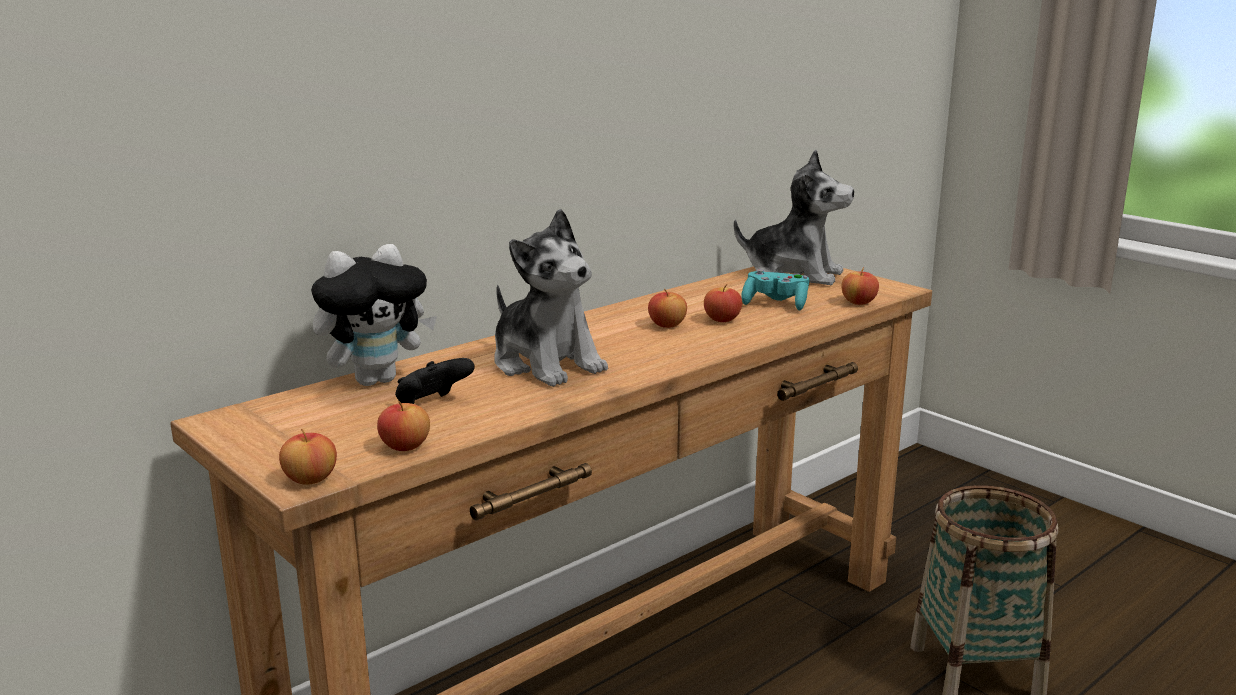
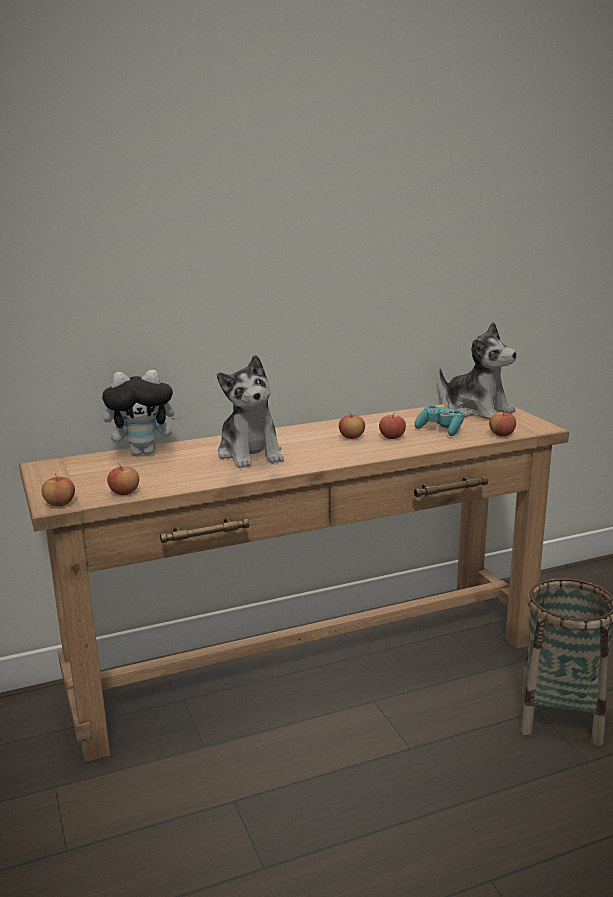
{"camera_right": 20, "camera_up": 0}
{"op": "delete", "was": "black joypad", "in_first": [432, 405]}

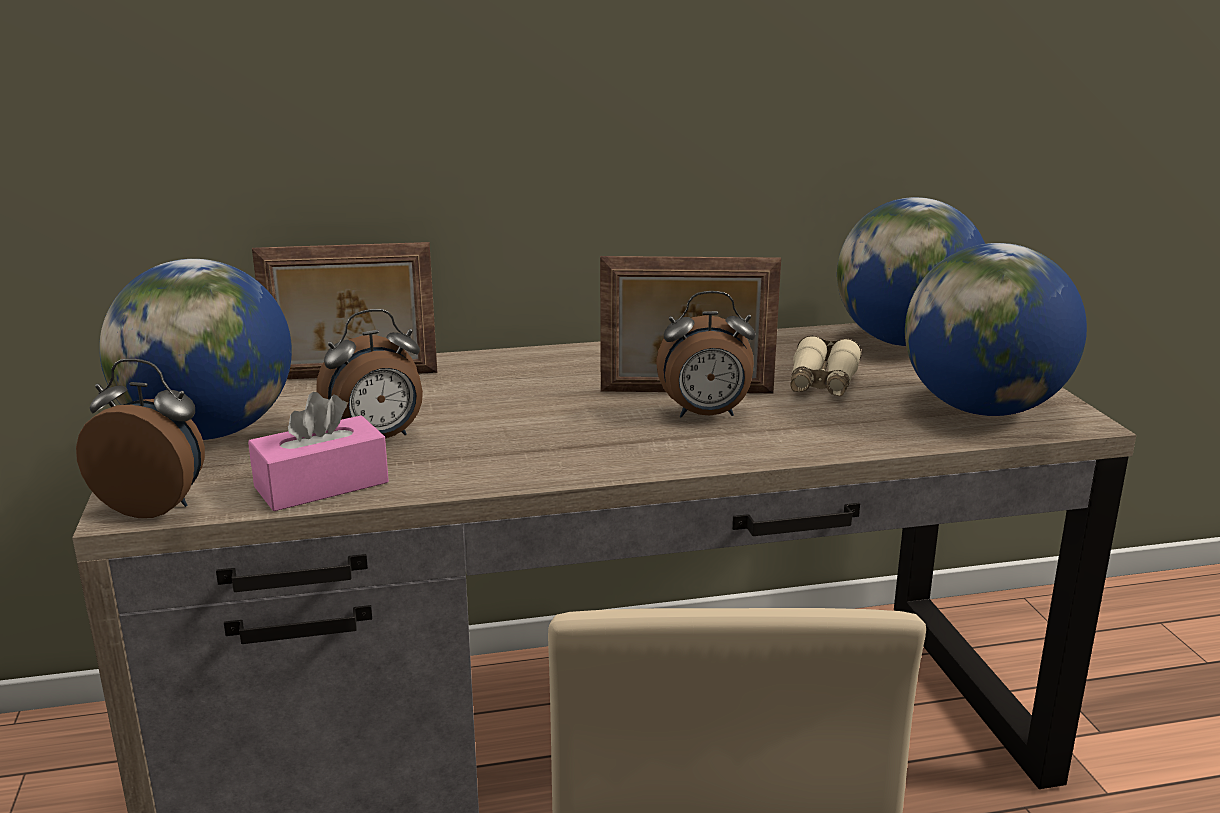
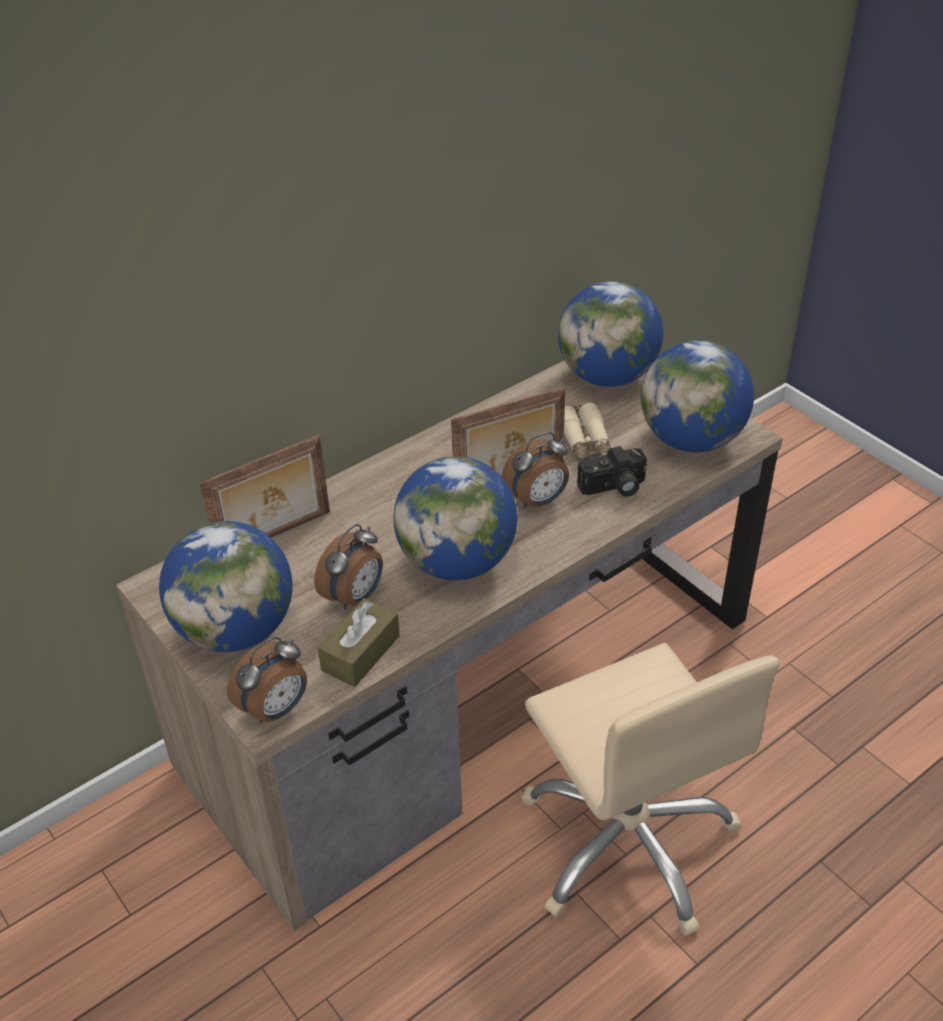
{"camera_right": -25, "camera_up": 20}
{"op": "rotate", "was": "bedside clock", "in_first": [156, 505], "in_second": [276, 709], "clockwise": 150}
{"op": "recolor", "was": "pink-coloured box of tissues", "now": "brown-coloured box of tissues", "in_first": [321, 485], "in_second": [360, 653]}
{"op": "insert", "now": "globe", "in_second": [457, 561]}
{"op": "insert", "now": "still camera", "in_second": [613, 487]}

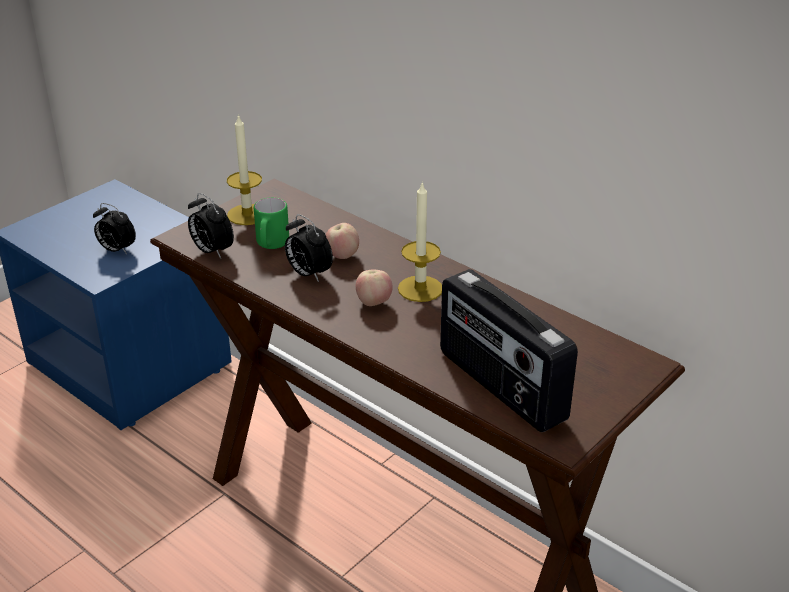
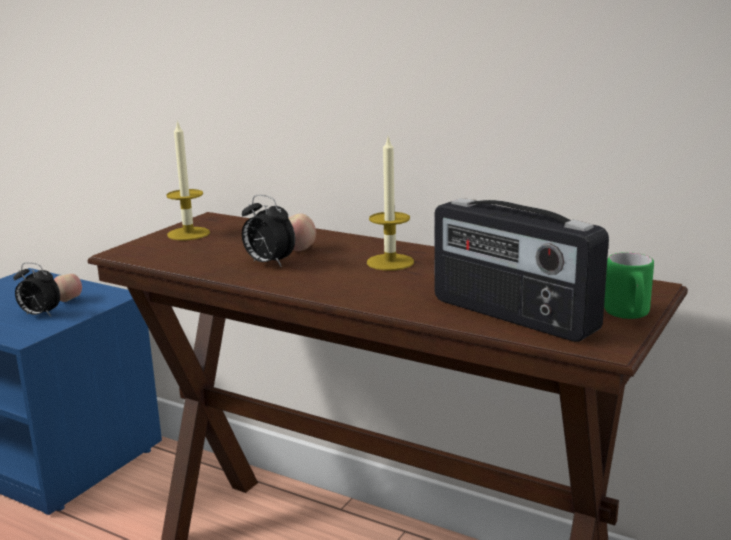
{"camera_right": -10, "camera_up": -15}
{"op": "delete", "was": "bedside clock", "in_first": [212, 251]}
{"op": "move", "was": "greenish mug", "in_first": [271, 245], "in_second": [628, 315]}
{"op": "move", "was": "whole apple", "in_first": [374, 303], "in_second": [69, 301]}

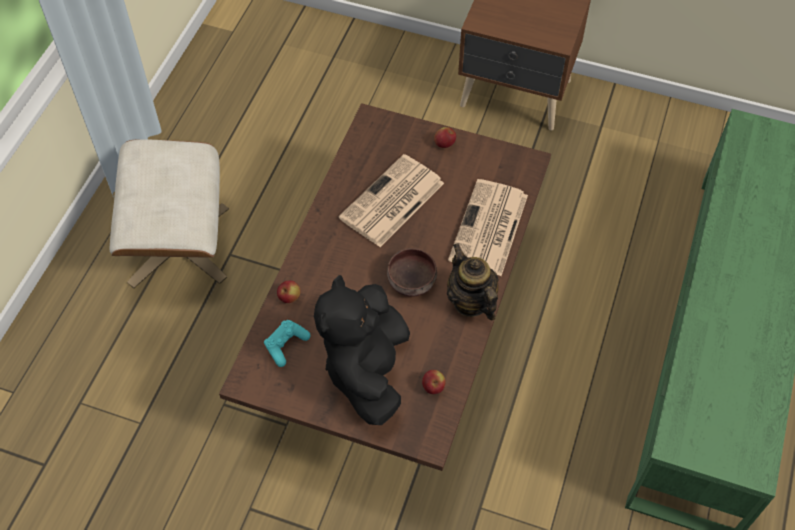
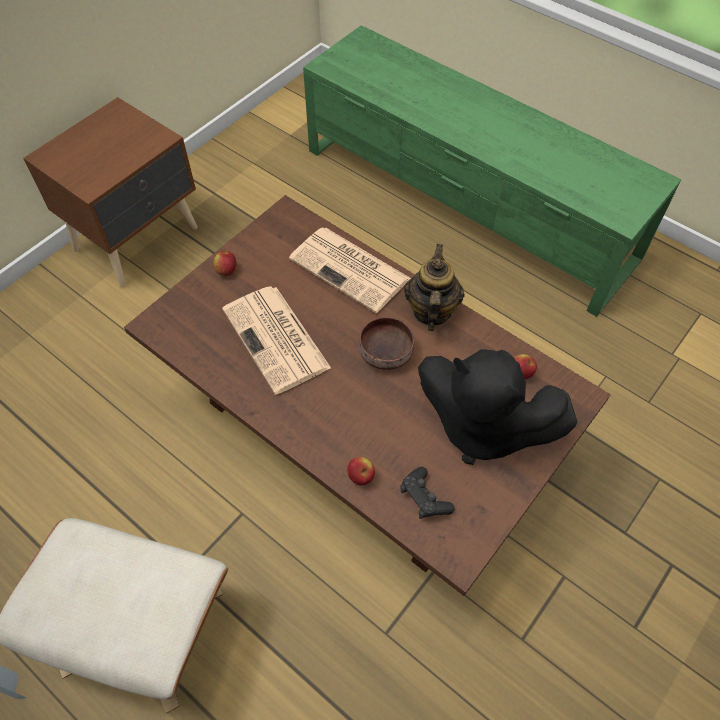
{"camera_right": -70, "camera_up": 0}
{"op": "recolor", "was": "turquoise-coloured joypad", "now": "black joypad", "in_first": [286, 345], "in_second": [424, 498]}
{"op": "rotate", "was": "teapot", "in_first": [470, 301], "in_second": [431, 311], "clockwise": 105}

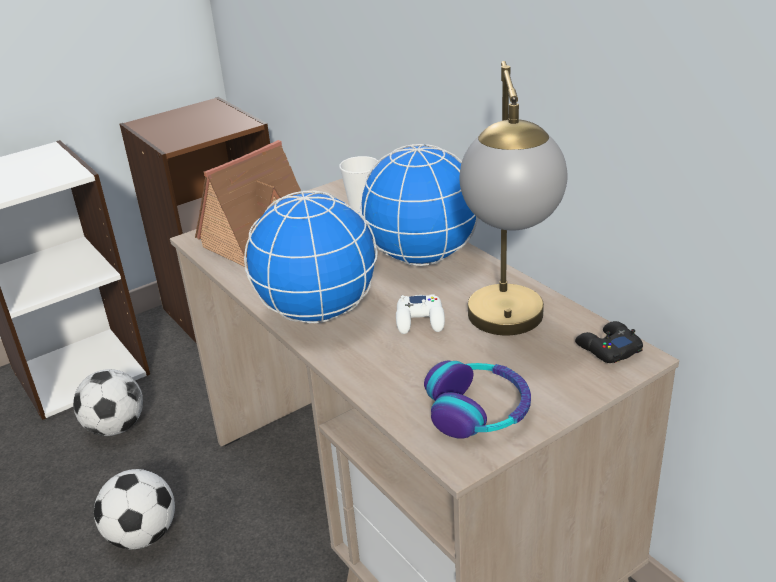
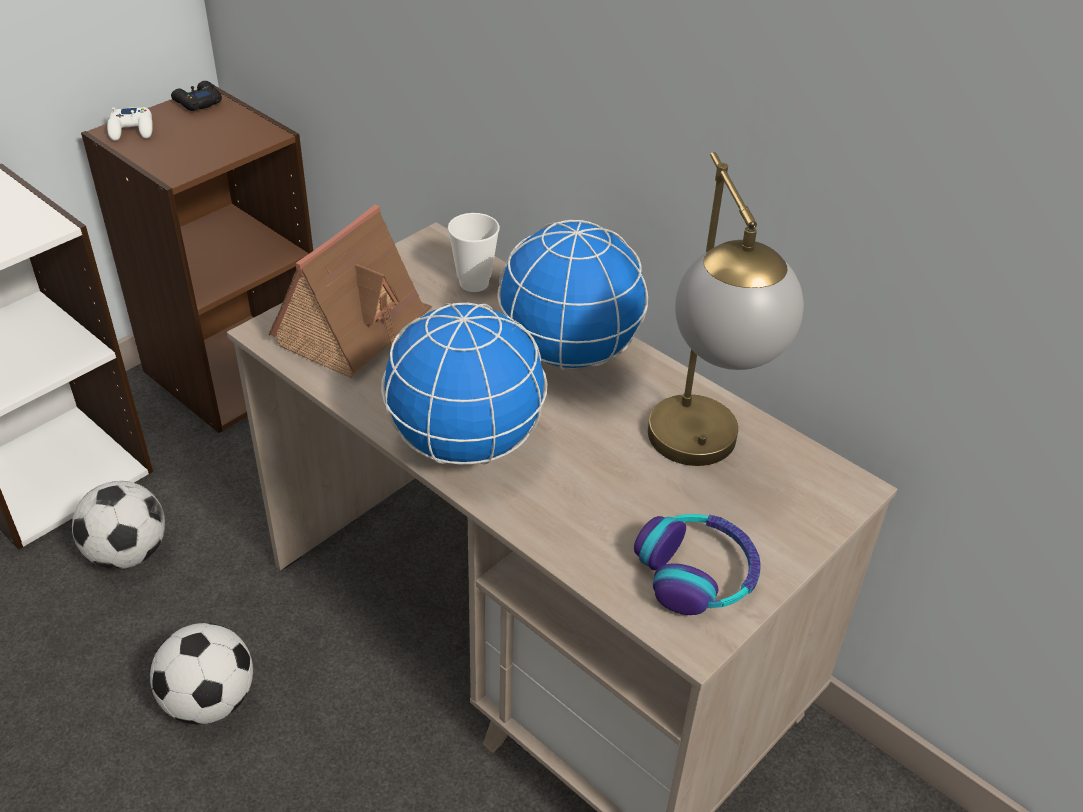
{"camera_right": -15, "camera_up": 10}
{"op": "move", "was": "whitish joypad", "in_first": [420, 320], "in_second": [132, 130]}
{"op": "move", "was": "black joypad", "in_first": [608, 348], "in_second": [197, 102]}

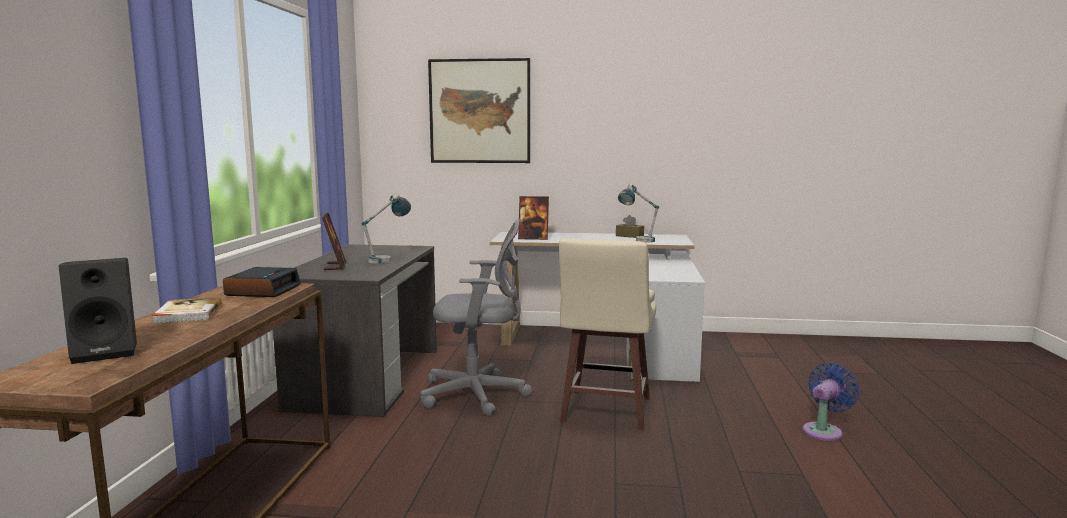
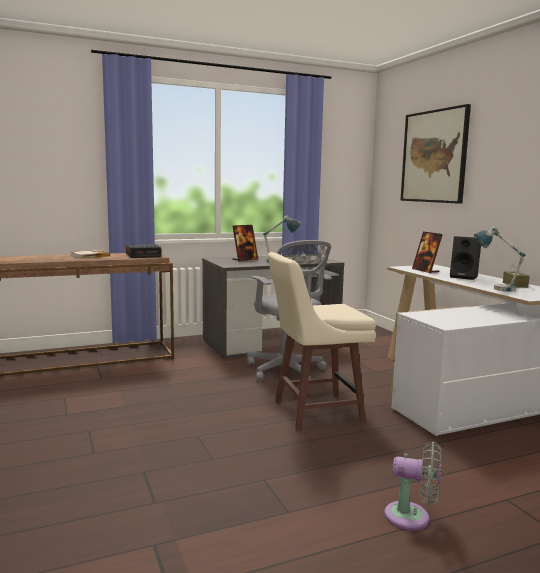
{"camera_right": 60, "camera_up": 0}
{"op": "move", "was": "black loudspeaker", "in_first": [107, 352], "in_second": [464, 277]}
{"op": "recolor", "was": "bluish electric fan", "now": "greyish electric fan", "in_first": [824, 431], "in_second": [412, 517]}

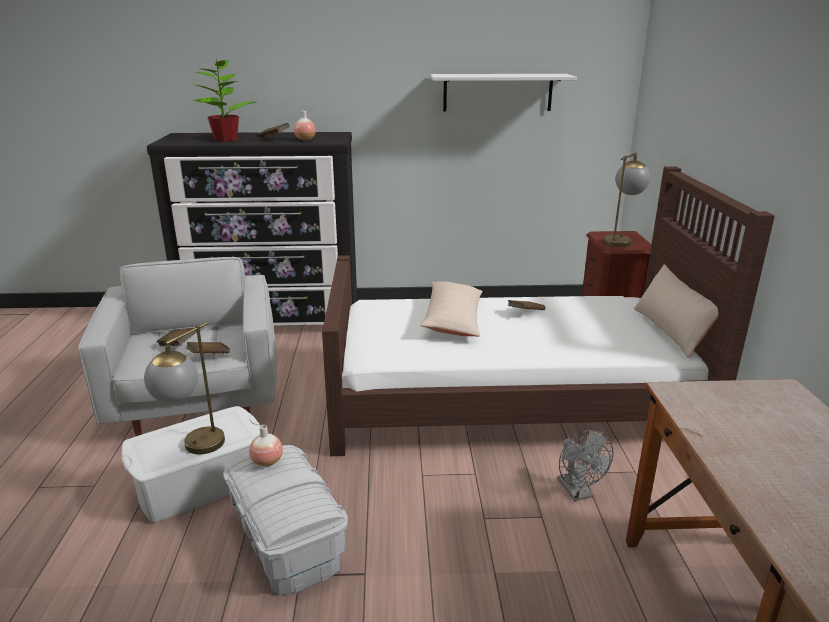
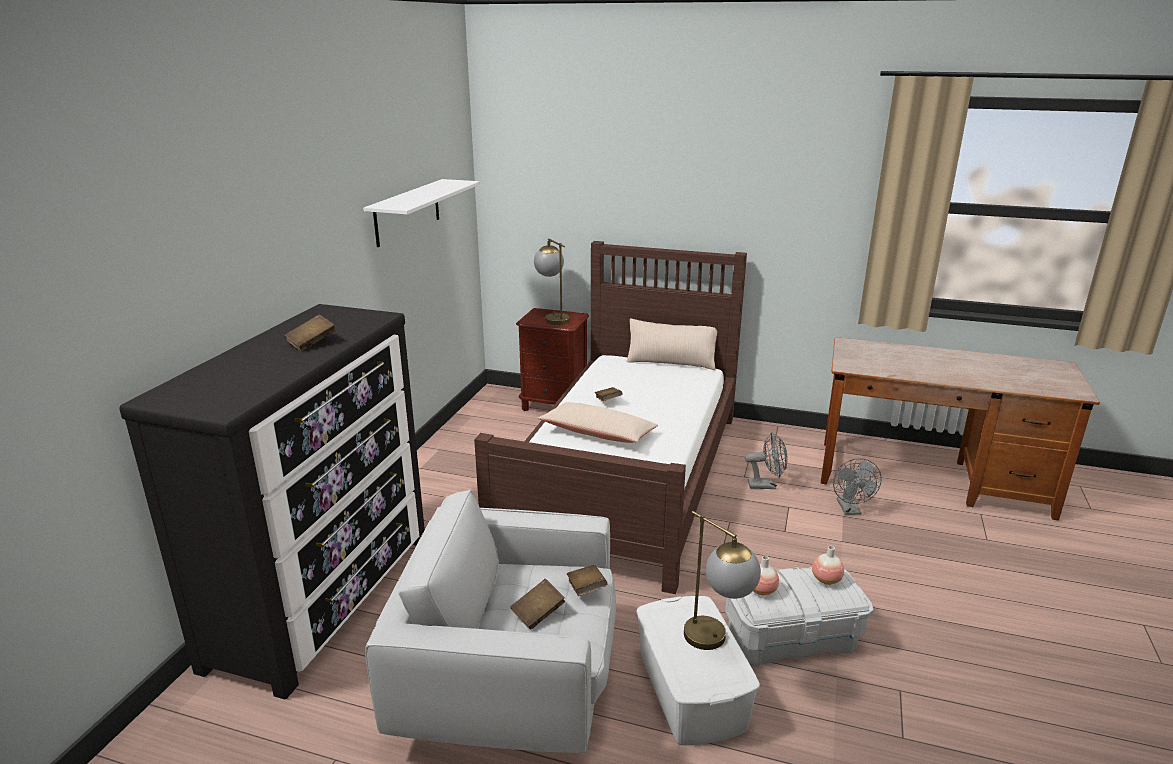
{"camera_right": -70, "camera_up": 0}
{"op": "delete", "was": "houseplant", "in_first": [226, 139]}
{"op": "move", "was": "flower vase", "in_first": [305, 139], "in_second": [826, 580]}
{"op": "insert", "now": "greyish electric fan", "in_second": [850, 510]}

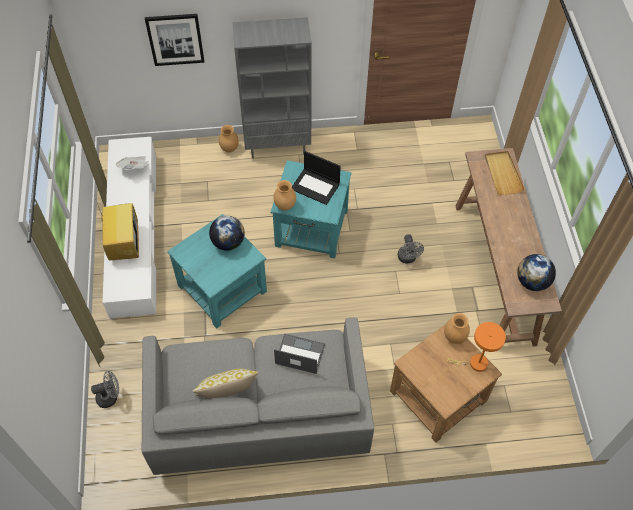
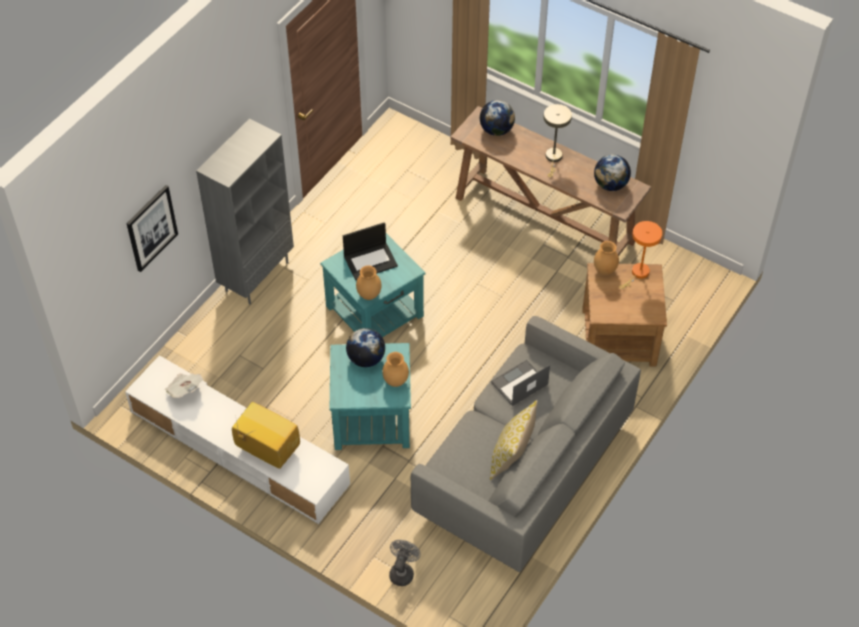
{"camera_right": -50, "camera_up": -5}
{"op": "move", "was": "brown-coloured flower vase", "in_first": [229, 149], "in_second": [395, 382]}
{"op": "delete", "was": "greyish electric fan", "in_first": [407, 258]}
{"op": "replace", "was": "sand-coloured tray", "now": "globe", "in_first": [502, 174], "in_second": [496, 130]}
{"op": "insert", "now": "sand-coloured table lamp", "in_second": [553, 158]}

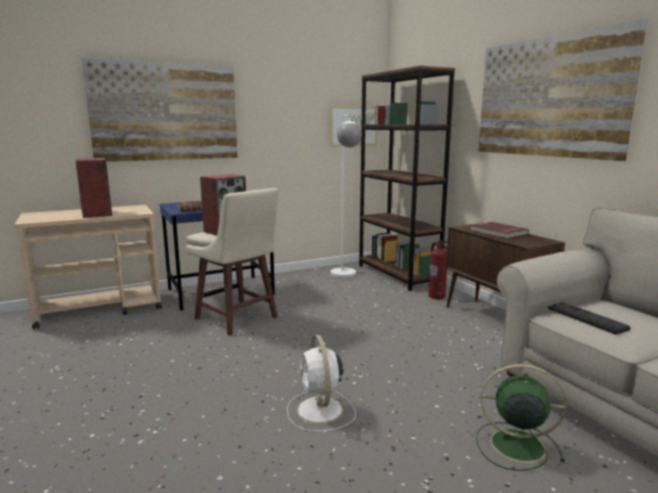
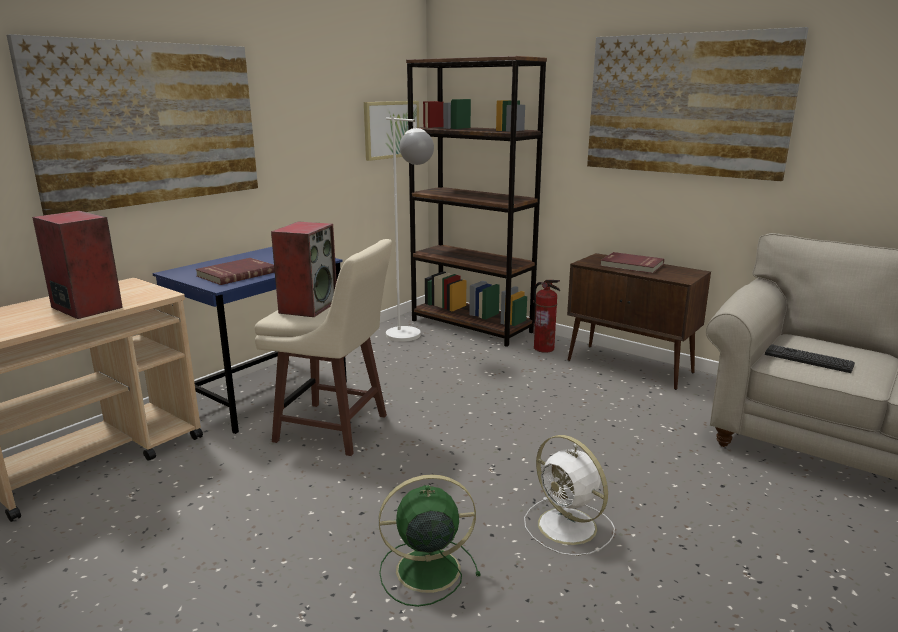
{"camera_right": -25, "camera_up": 5}
{"op": "move", "was": "greenish electric fan", "in_first": [514, 445], "in_second": [425, 570]}

